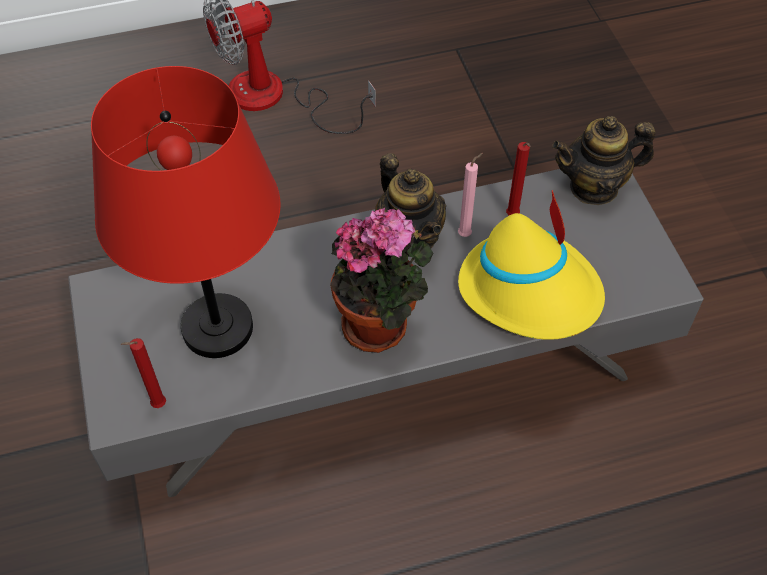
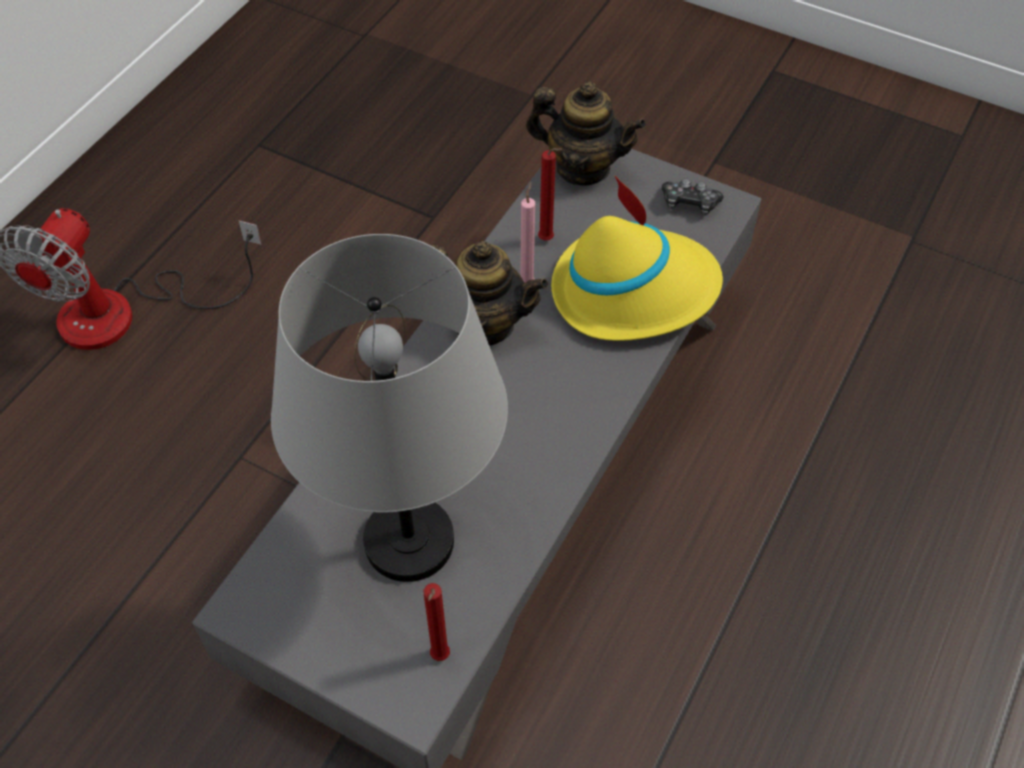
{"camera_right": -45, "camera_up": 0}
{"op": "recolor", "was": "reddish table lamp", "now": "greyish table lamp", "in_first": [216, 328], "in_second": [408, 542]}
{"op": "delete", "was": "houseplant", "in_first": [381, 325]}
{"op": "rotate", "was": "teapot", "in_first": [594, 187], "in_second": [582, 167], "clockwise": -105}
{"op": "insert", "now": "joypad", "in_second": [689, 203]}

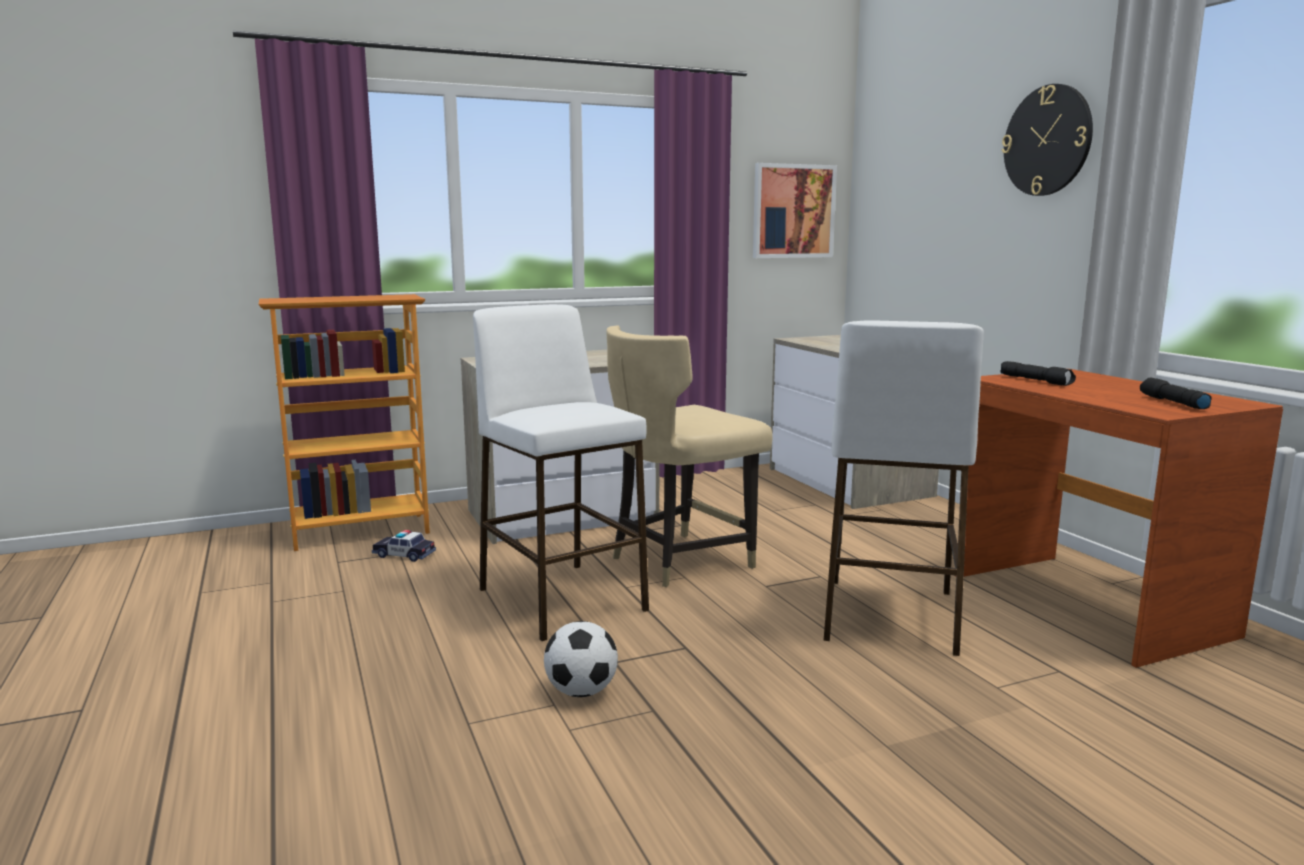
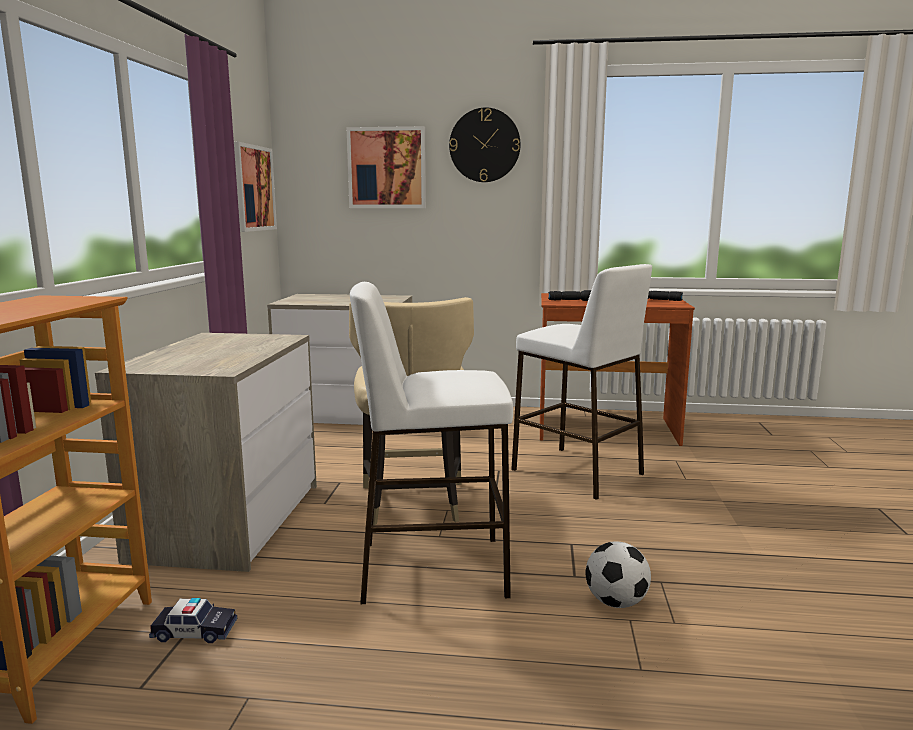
{"camera_right": -60, "camera_up": 0}
{"op": "rotate", "was": "toy car", "in_first": [404, 554], "in_second": [194, 631], "clockwise": -135}
{"op": "insert", "now": "picture", "in_second": [387, 168]}

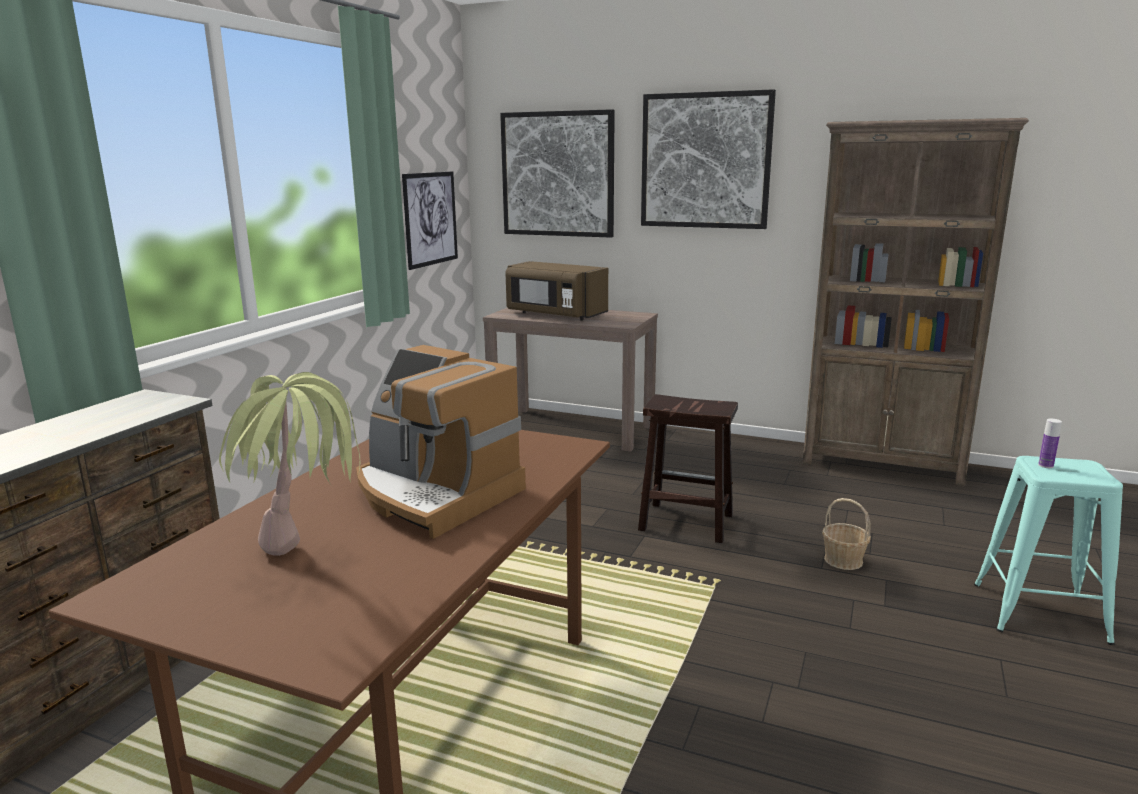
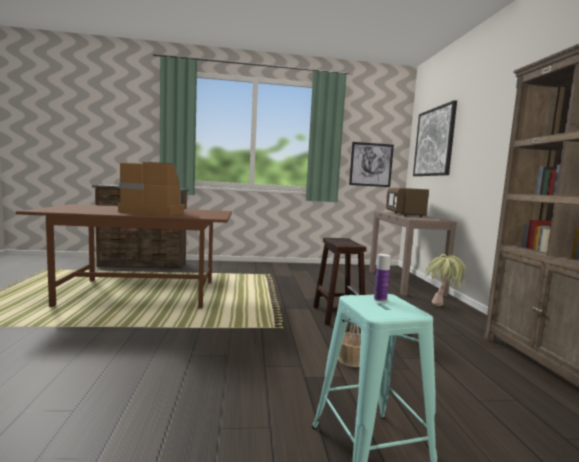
{"camera_right": 60, "camera_up": -10}
{"op": "move", "was": "houseplant", "in_first": [308, 563], "in_second": [441, 310]}
{"op": "rotate", "was": "coffee machine", "in_first": [434, 494], "in_second": [154, 212], "clockwise": 90}
{"op": "delete", "was": "picture", "in_first": [705, 161]}

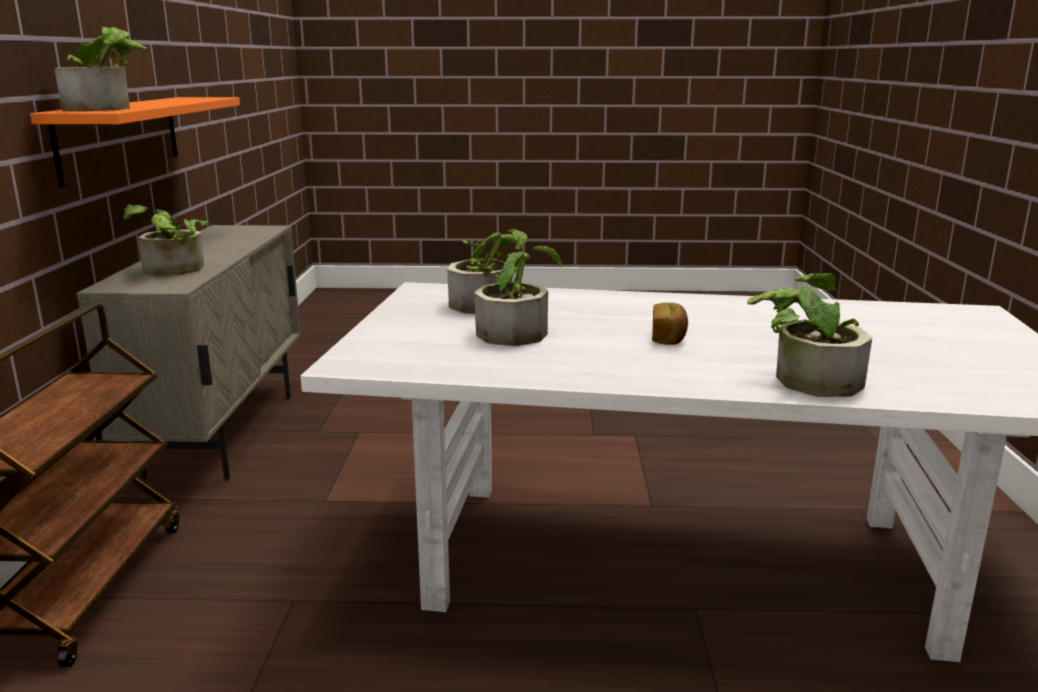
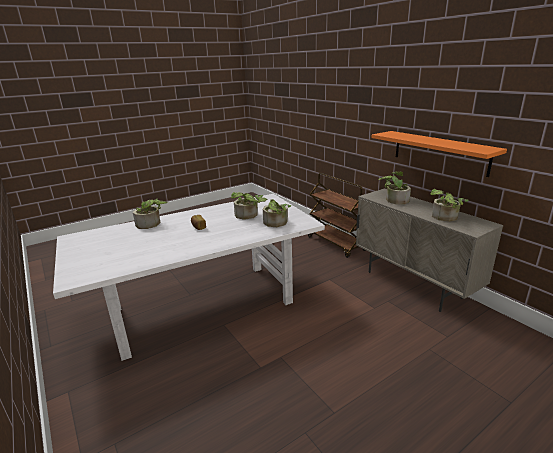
{"camera_right": 145, "camera_up": 5}
{"op": "move", "was": "houseplant", "in_first": [107, 109], "in_second": [444, 218]}

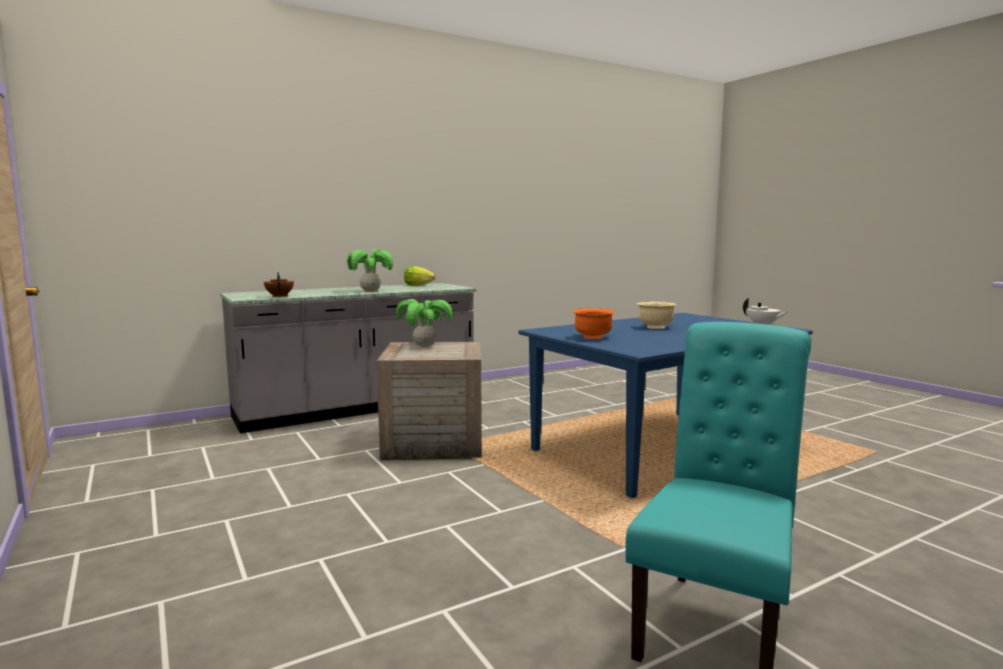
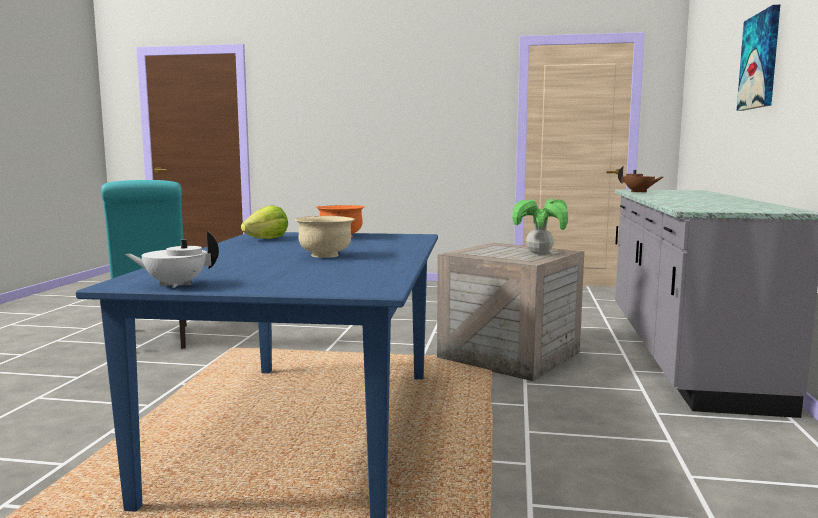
{"camera_right": 130, "camera_up": 0}
{"op": "delete", "was": "houseplant", "in_first": [370, 291]}
{"op": "move", "was": "lettuce head", "in_first": [418, 285], "in_second": [267, 239]}
{"op": "insert", "now": "picture", "in_second": [760, 61]}

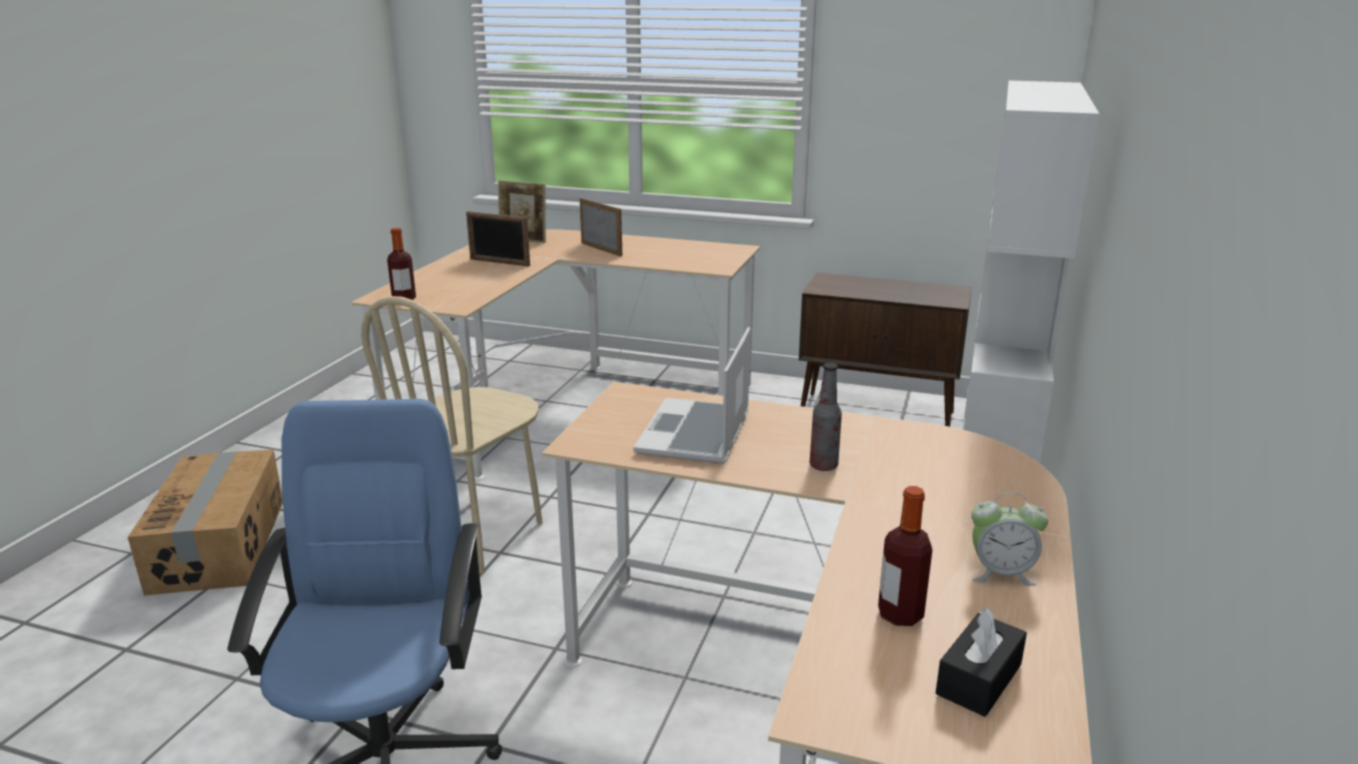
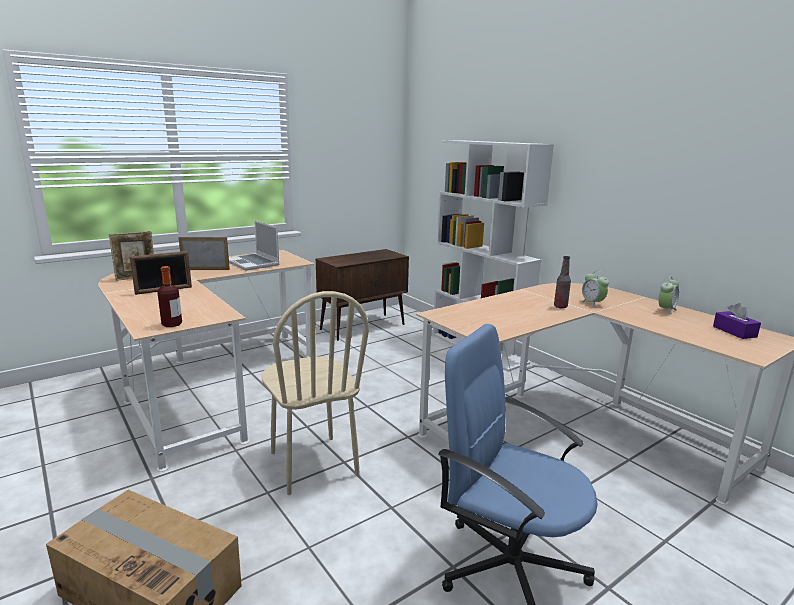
{"camera_right": -55, "camera_up": -5}
{"op": "move", "was": "laptop", "in_first": [696, 435], "in_second": [253, 263]}
{"op": "delete", "was": "drink bottle", "in_first": [900, 614]}
{"op": "recolor", "was": "black box of tissues", "now": "purple box of tissues", "in_first": [979, 679], "in_second": [734, 331]}
{"op": "insert", "now": "bedside clock", "in_second": [592, 303]}

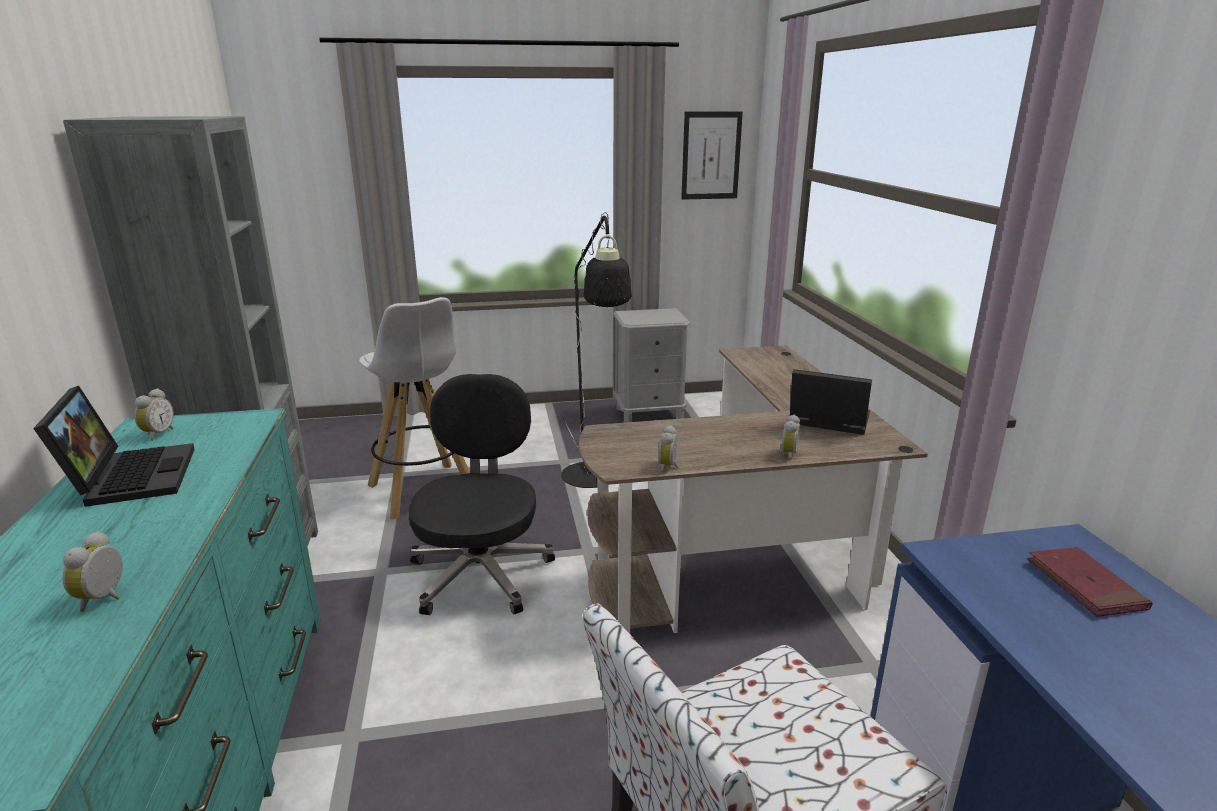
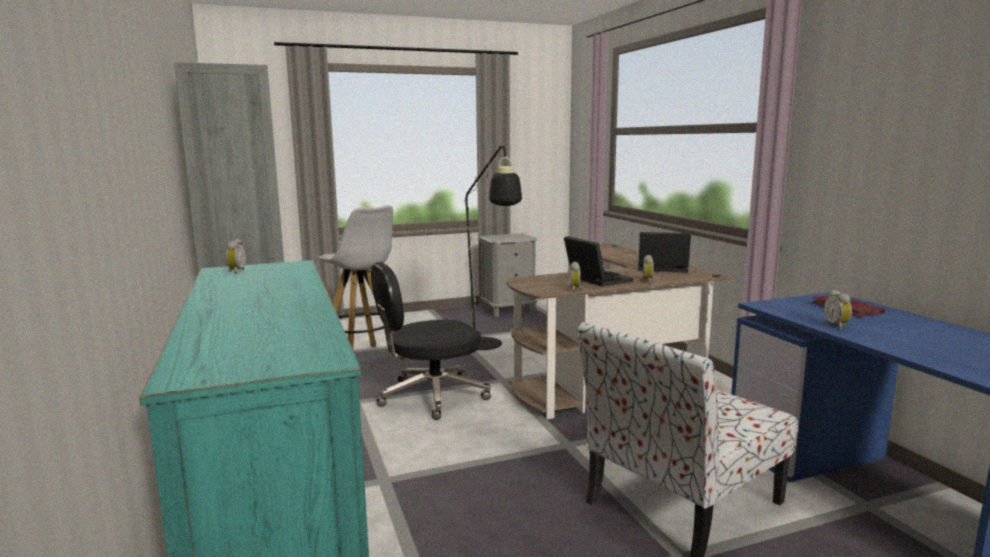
{"camera_right": -10, "camera_up": -10}
{"op": "move", "was": "laptop", "in_first": [130, 476], "in_second": [595, 279]}
{"op": "move", "was": "bedside clock", "in_first": [105, 599], "in_second": [837, 326]}
{"op": "rotate", "was": "black computer chair", "in_first": [481, 572], "in_second": [431, 396], "clockwise": -105}
{"op": "delete", "was": "picture", "in_first": [711, 156]}

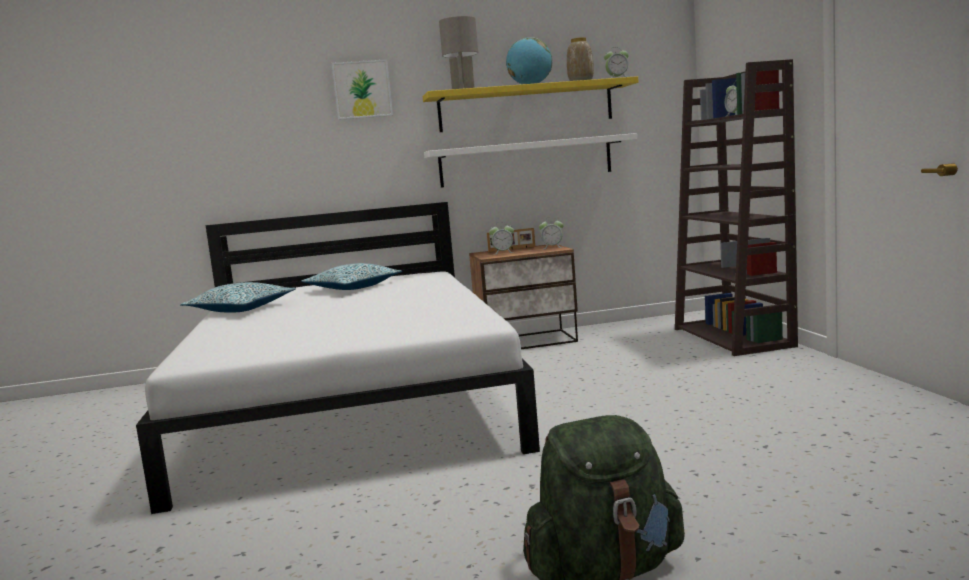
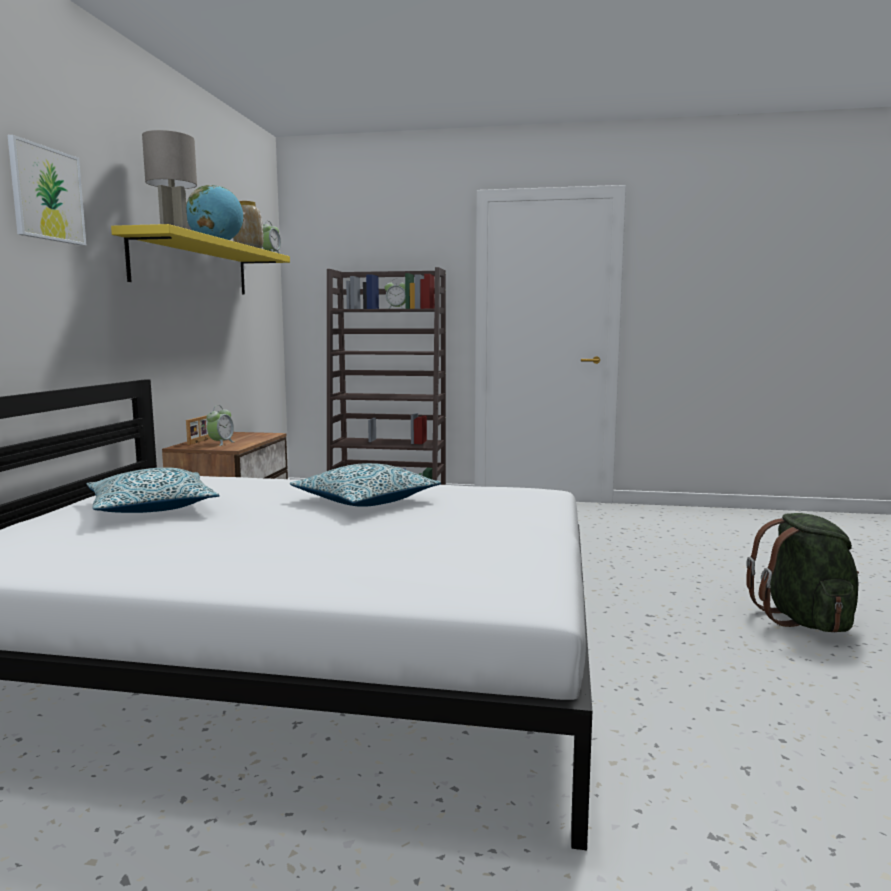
{"camera_right": -70, "camera_up": 0}
{"op": "move", "was": "throw pillow", "in_first": [241, 309], "in_second": [365, 501]}
{"op": "delete", "was": "whitish bracket shelf", "in_first": [526, 161]}
{"op": "delete", "was": "bedside clock", "in_first": [552, 247]}

